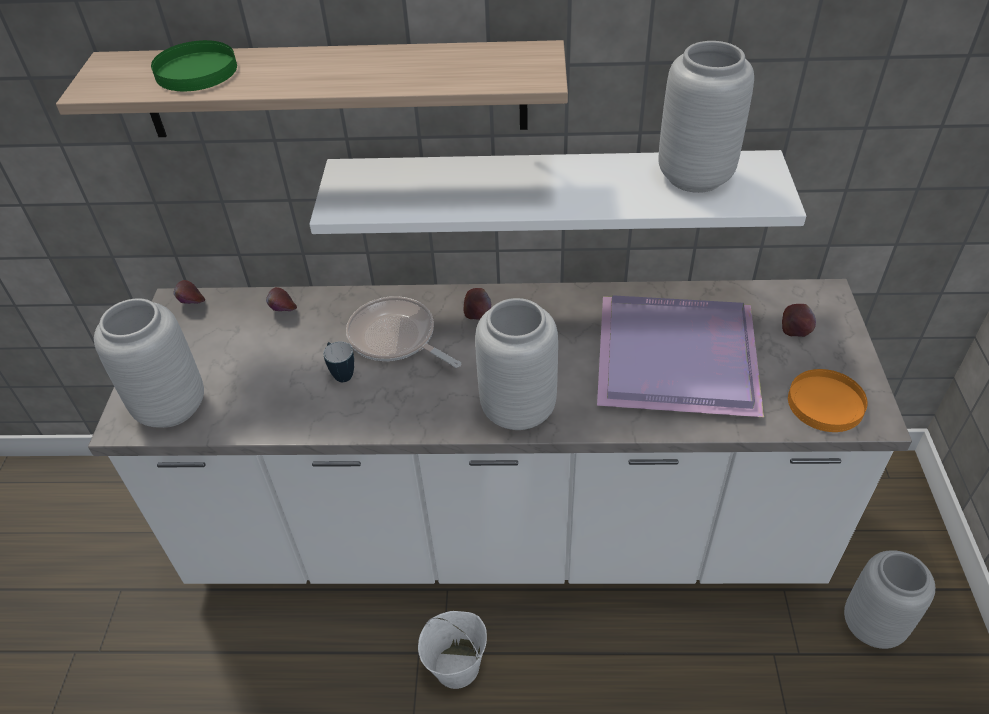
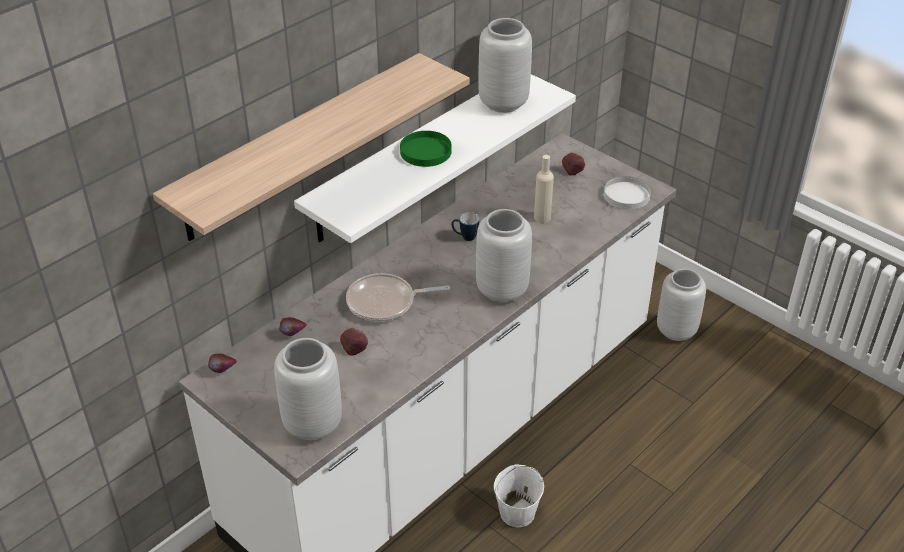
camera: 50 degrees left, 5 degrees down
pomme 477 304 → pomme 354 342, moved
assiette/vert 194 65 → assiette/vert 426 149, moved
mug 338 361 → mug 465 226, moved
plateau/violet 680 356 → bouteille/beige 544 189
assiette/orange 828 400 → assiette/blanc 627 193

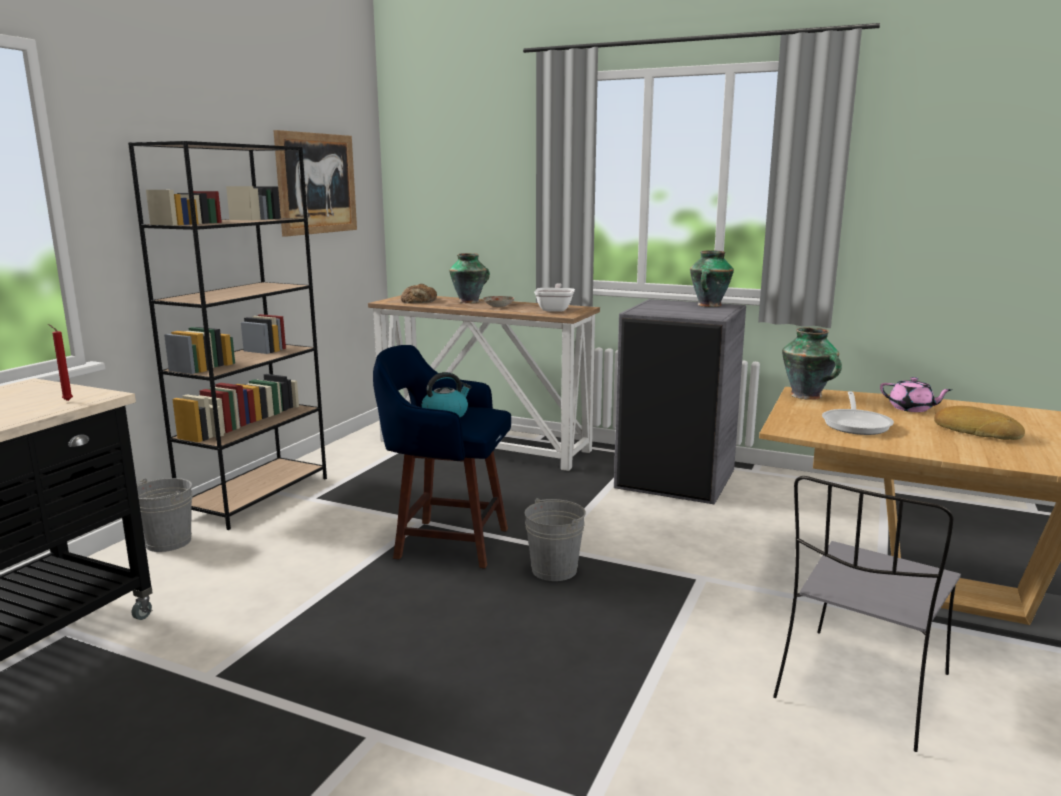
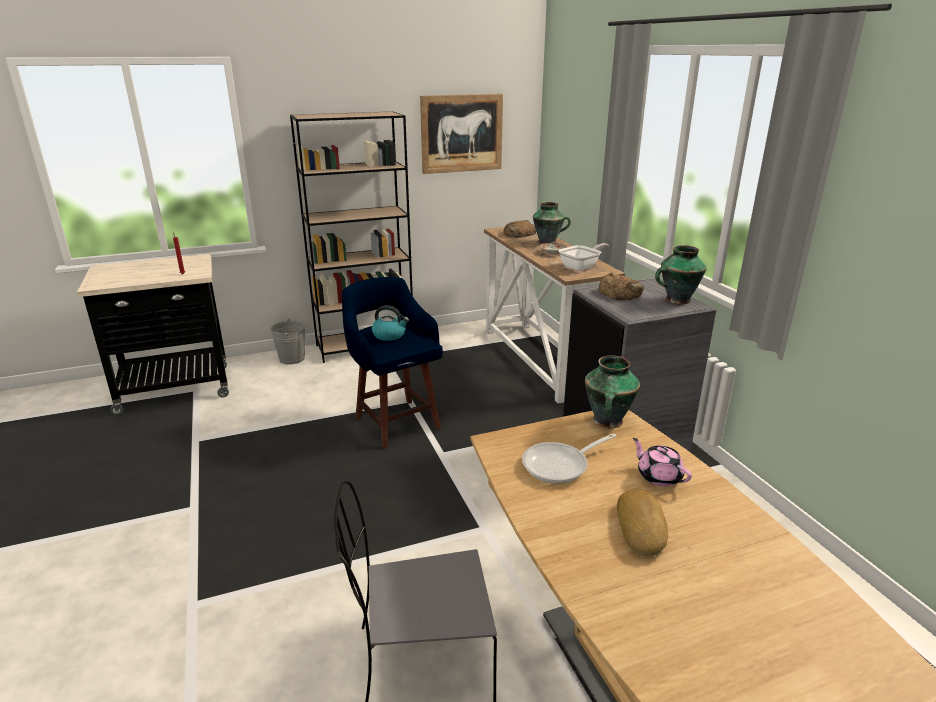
camera: 45 degrees right, 10 degrees up
- → pain 621 287
théière/rose 916 394 → théière/rose 662 462, 150 degrees clockwise
seau/gris 555 539 → -

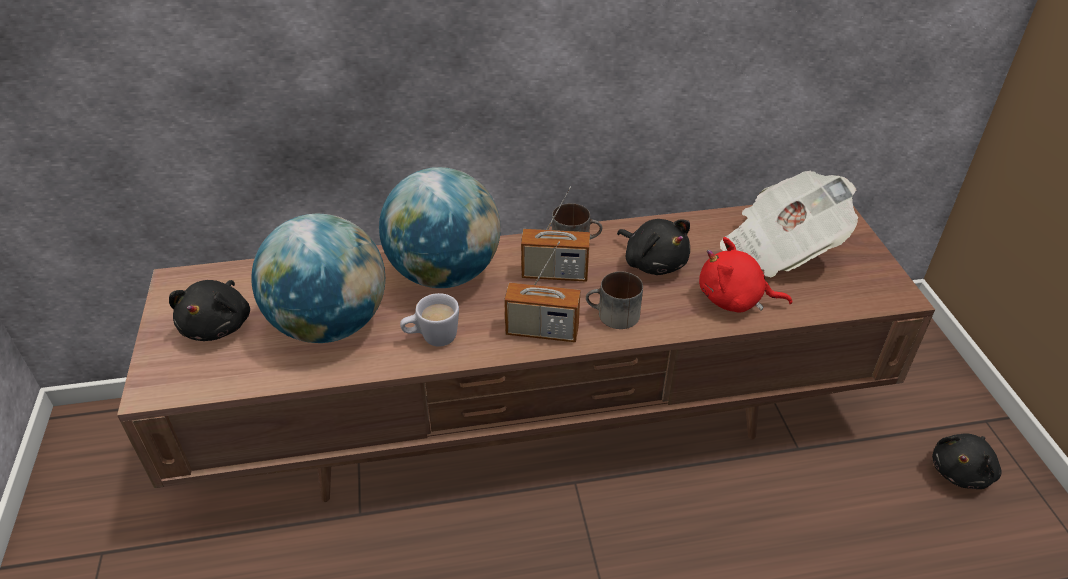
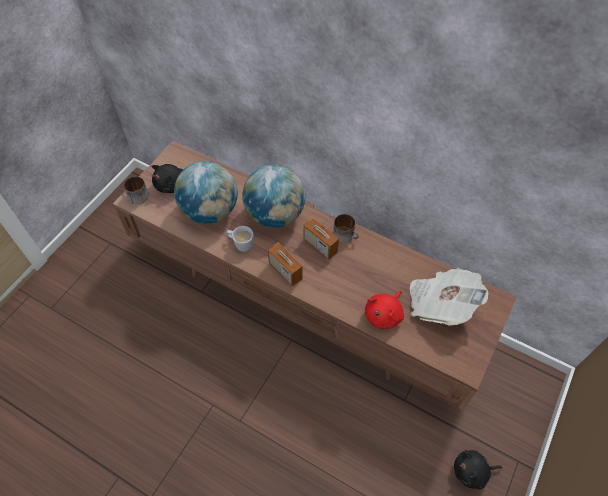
camera: 40 degrees right, 15 degrees up
mug 614 300 → mug 136 190, moved
peluche/rouge 745 275 → peluche/rouge 384 310, 105 degrees counterclockwise
peluche/noir 653 247 → -

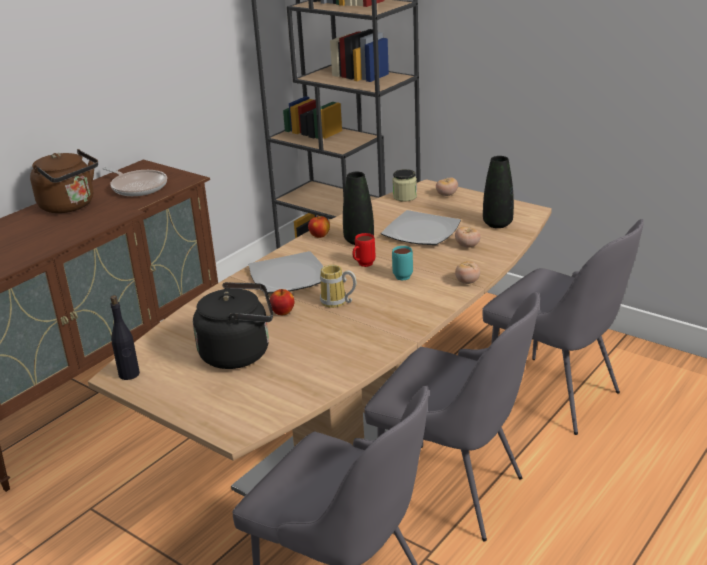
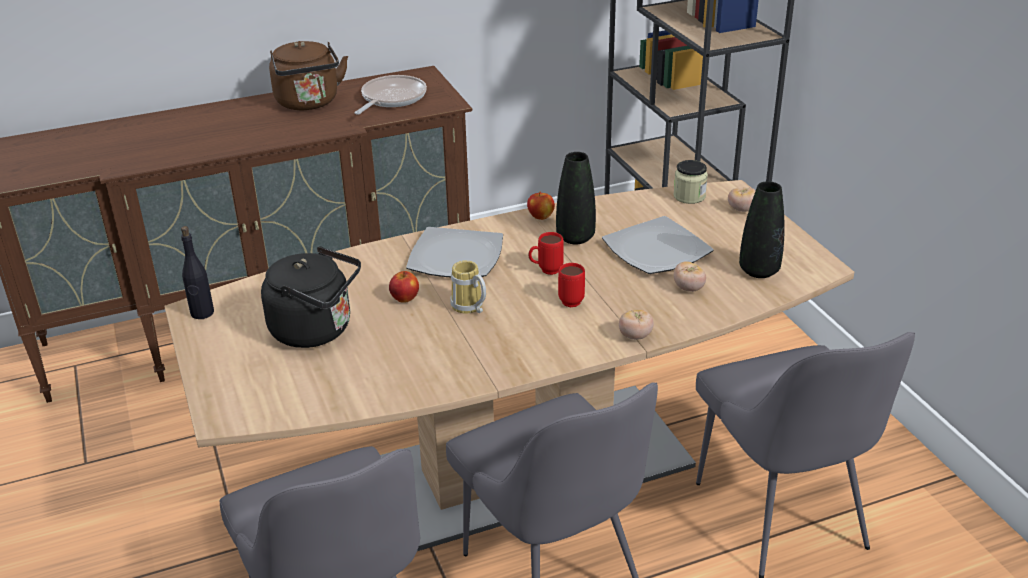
camera: 30 degrees right, 5 degrees up
poêle 134 181 → poêle 390 94, 135 degrees counterclockwise
mug/turquoise 402 263 → mug/rouge 571 285

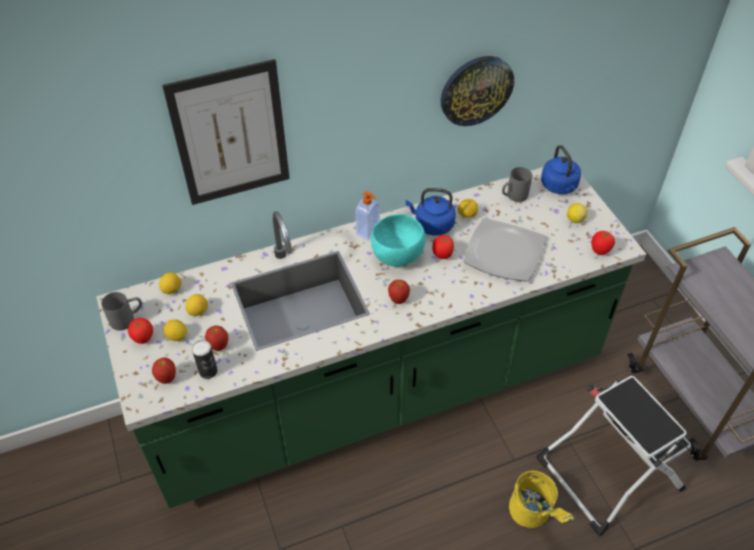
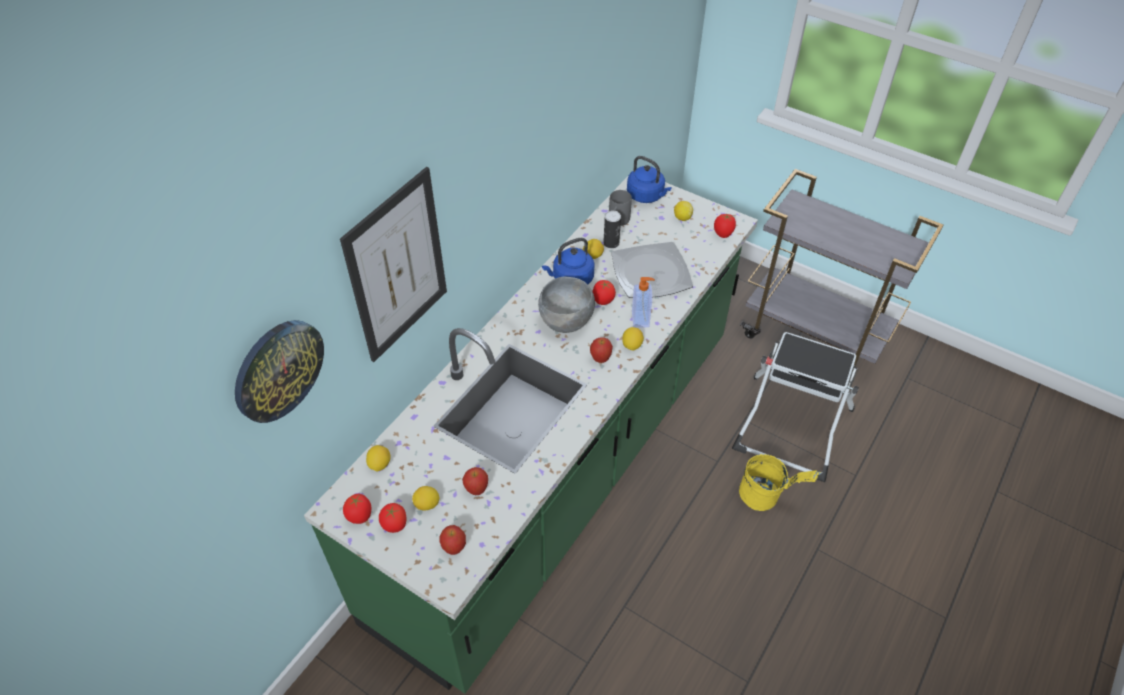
camera: 35 degrees left, 0 degrees up
horloge murale 477 91 → horloge murale 279 371, moved
mug/gris 122 311 → tomate 357 509
bol/turquoise 398 240 → bol/gris 566 304
boîte métallique 204 359 → boîte métallique 612 229, moved
citron 196 305 → citron 633 339, moved
distributeur de savon 367 216 → distributeur de savon 643 302, moved

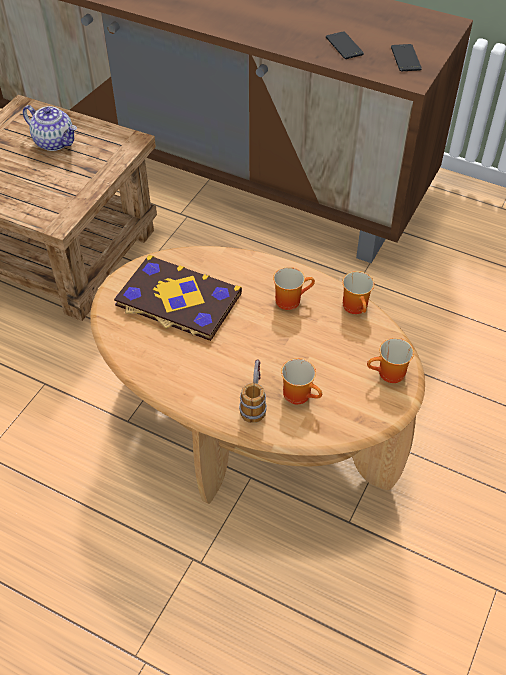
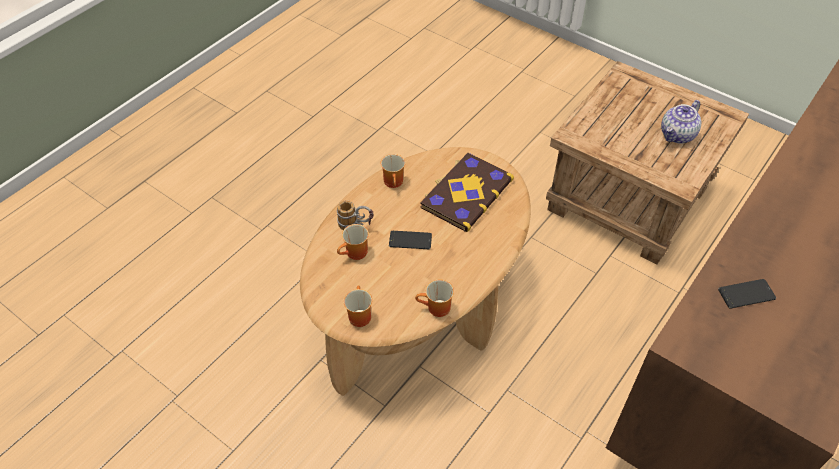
camera: 100 degrees right, 0 degrees up
mug 294 288 → mug 393 171, moved
téléphone 406 57 → téléphone 410 240, moved

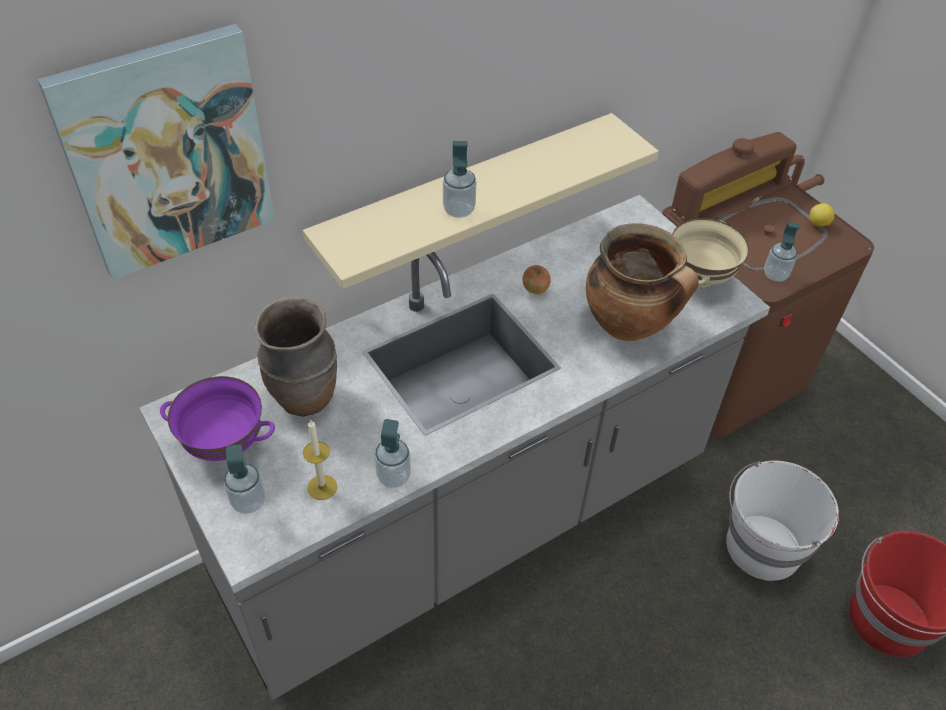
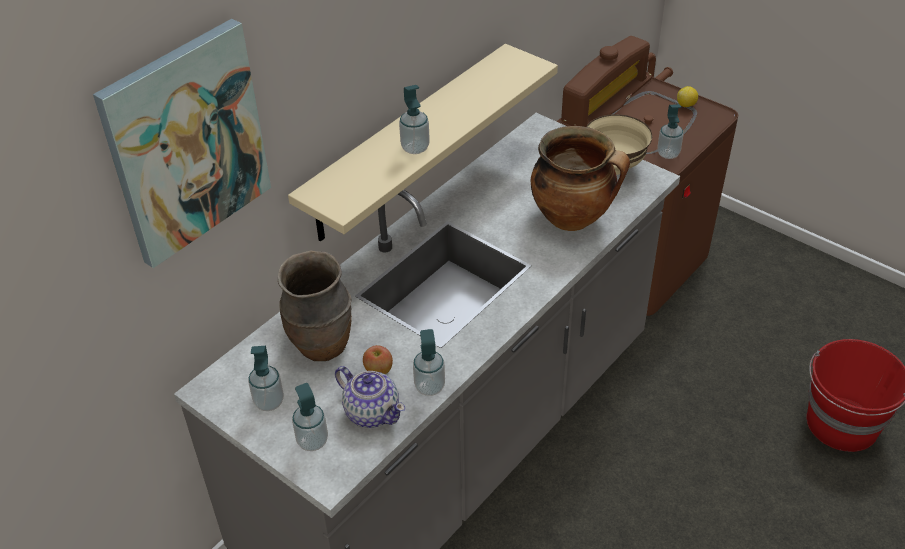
camera: 15 degrees left, 5 degrees down
bol/violet 217 418 → distributeur de savon 266 378
bougie 320 460 → théière 370 397
pomme 536 279 → pomme 378 359, moved
seau/blanc 782 521 → -

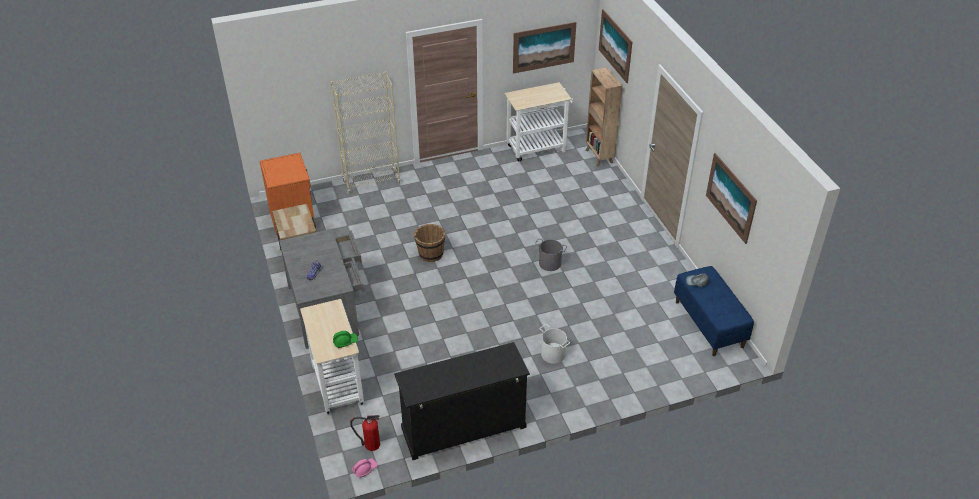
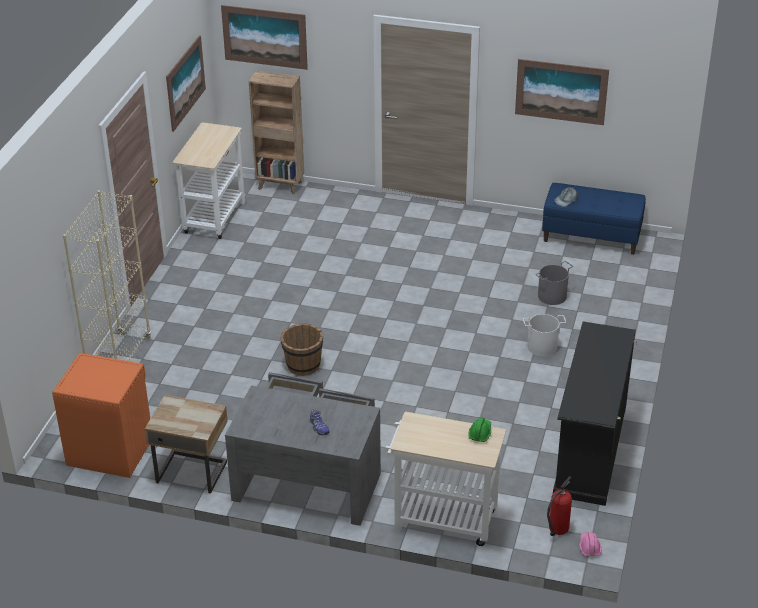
camera: 55 degrees left, 5 degrees down
seau/gris 551 255 → seau/gris 554 283, moved

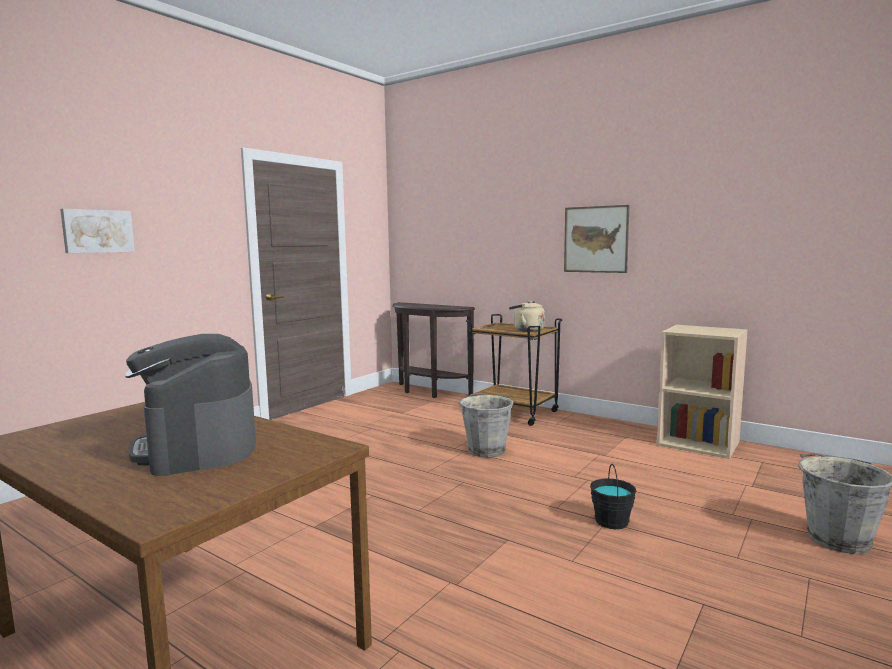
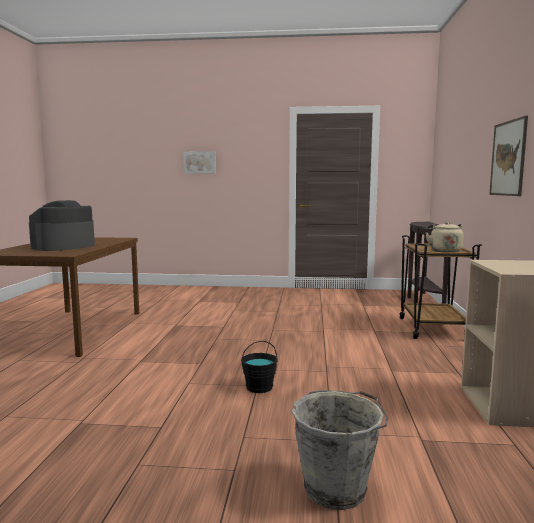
camera: 60 degrees right, 0 degrees up
seau/gris 485 425 → -

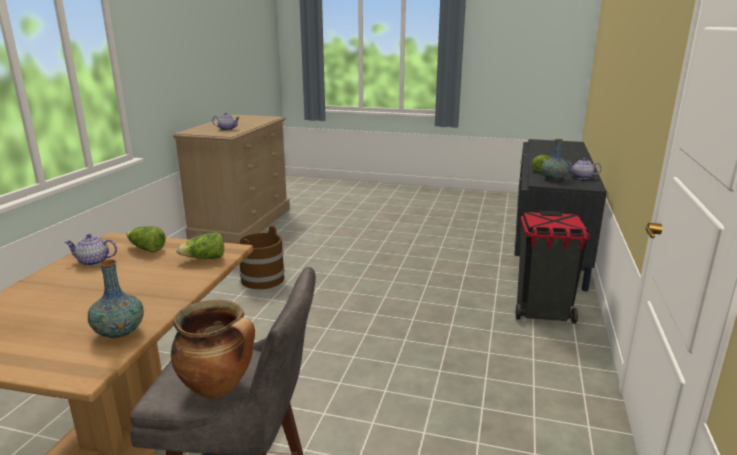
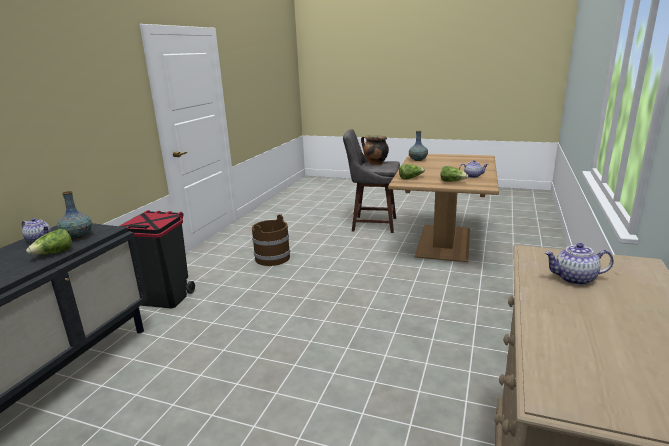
camera: 175 degrees left, 0 degrees up
seau/marron 261 257 → seau/marron 271 240, moved

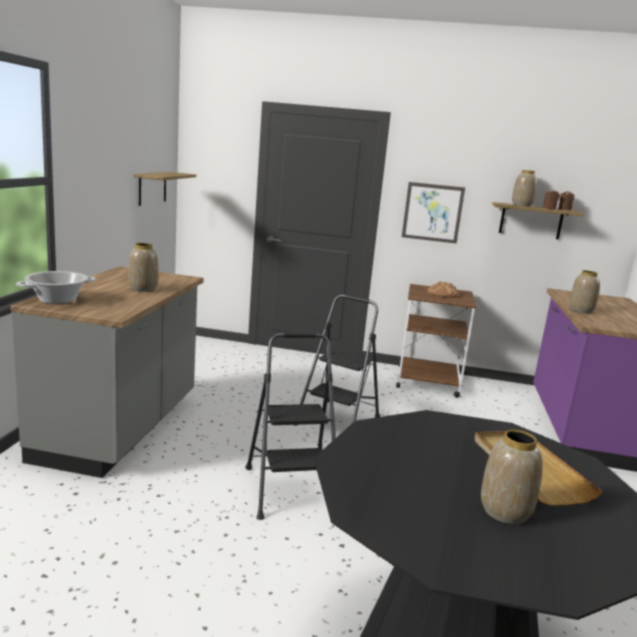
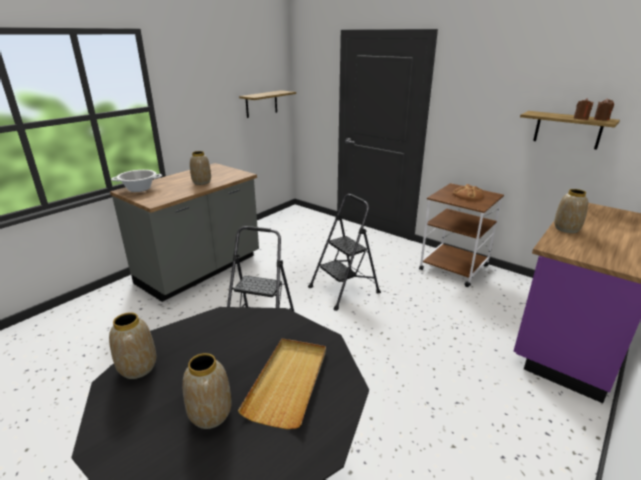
camera: 30 degrees right, 10 degrees up
vase 524 188 → vase 132 345, moved
tableau 433 213 → -

